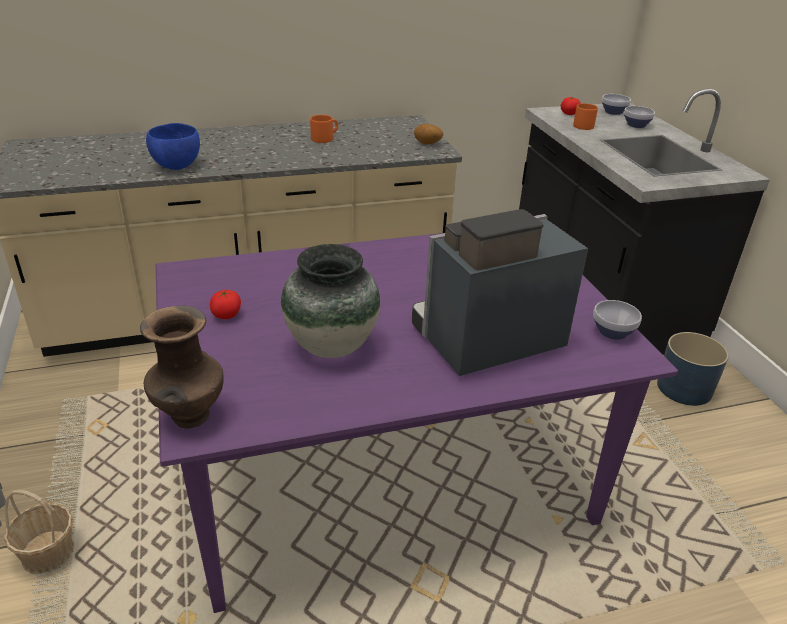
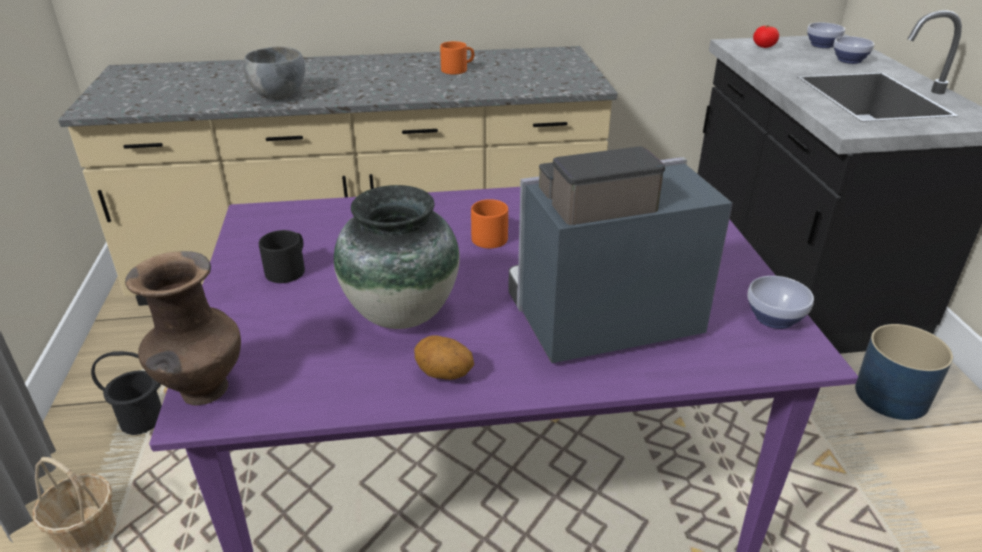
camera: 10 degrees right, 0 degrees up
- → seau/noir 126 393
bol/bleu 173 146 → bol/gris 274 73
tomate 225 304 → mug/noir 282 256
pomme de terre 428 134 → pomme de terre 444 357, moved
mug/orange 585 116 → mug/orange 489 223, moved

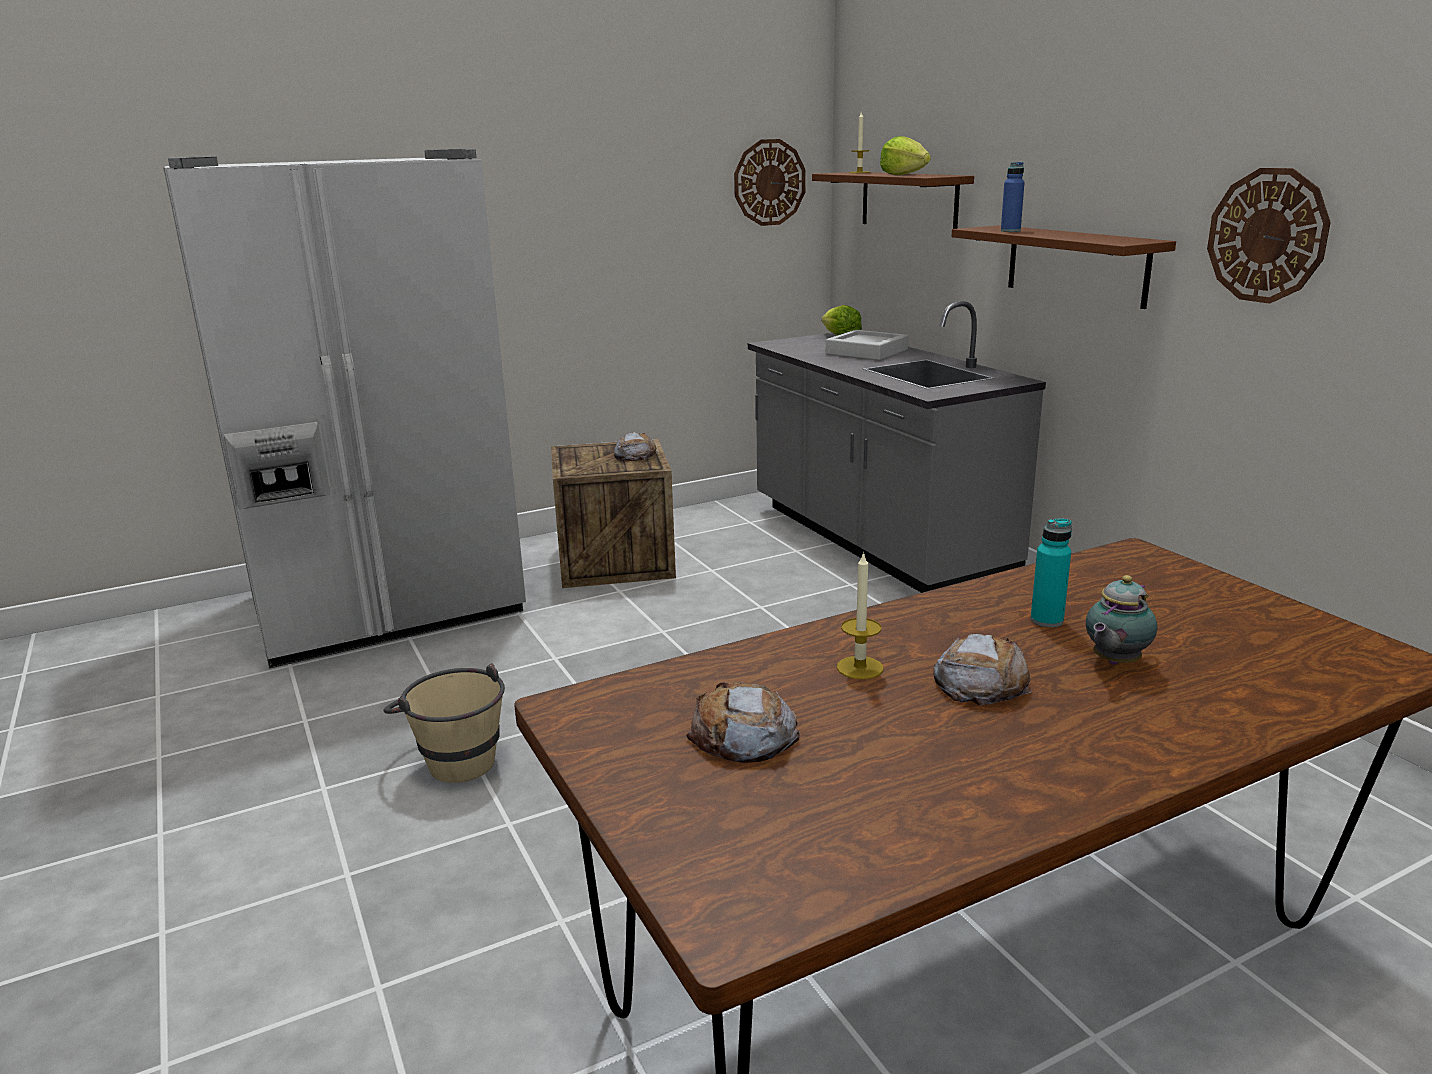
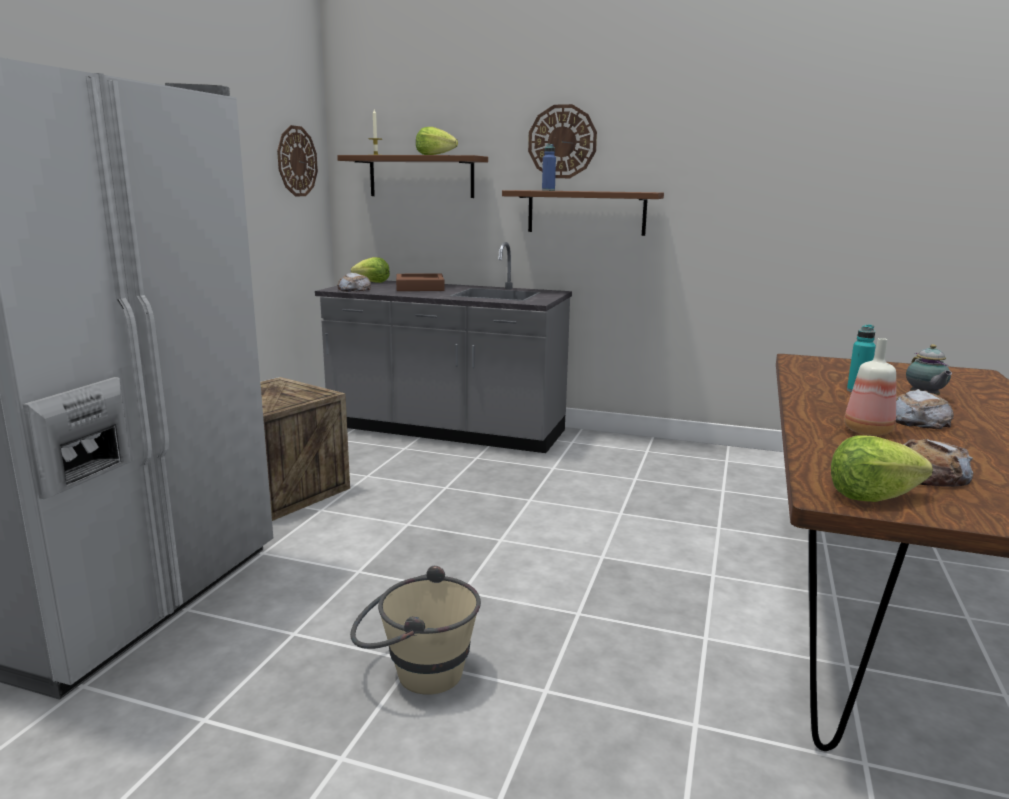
camera: 45 degrees left, 5 degrees down
pain 636 446 → pain 354 282, moved
plateau/gris 867 345 → plateau/marron 420 282
horloge murale 1269 235 → horloge murale 562 141, moved
- → laitue 882 469
bougie 860 615 → bouteille 870 387

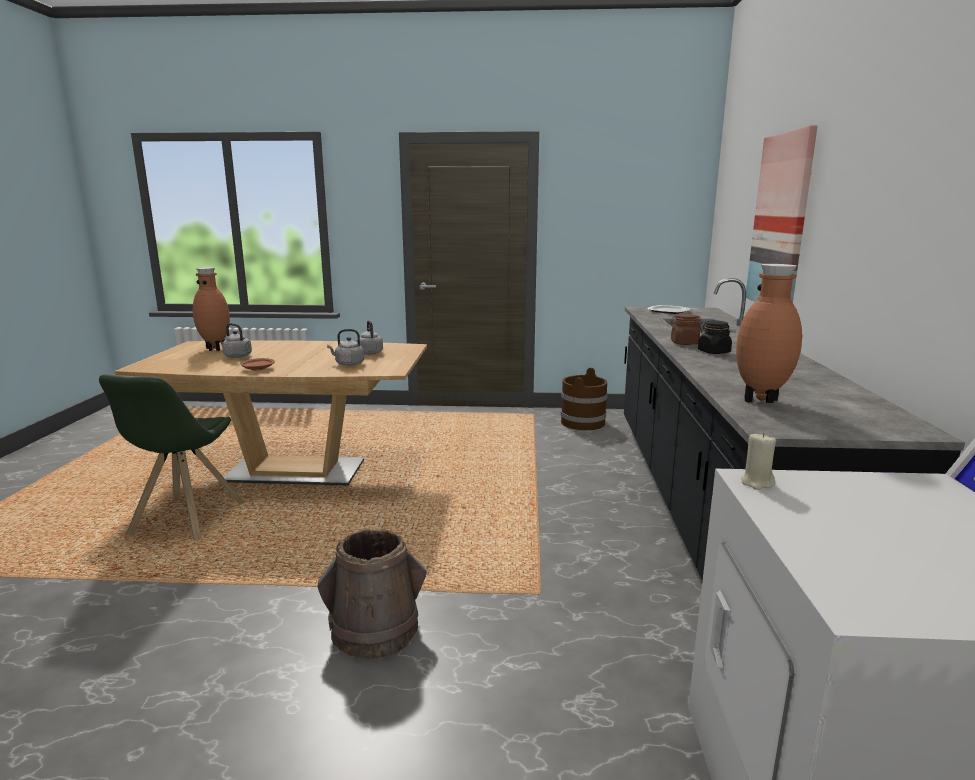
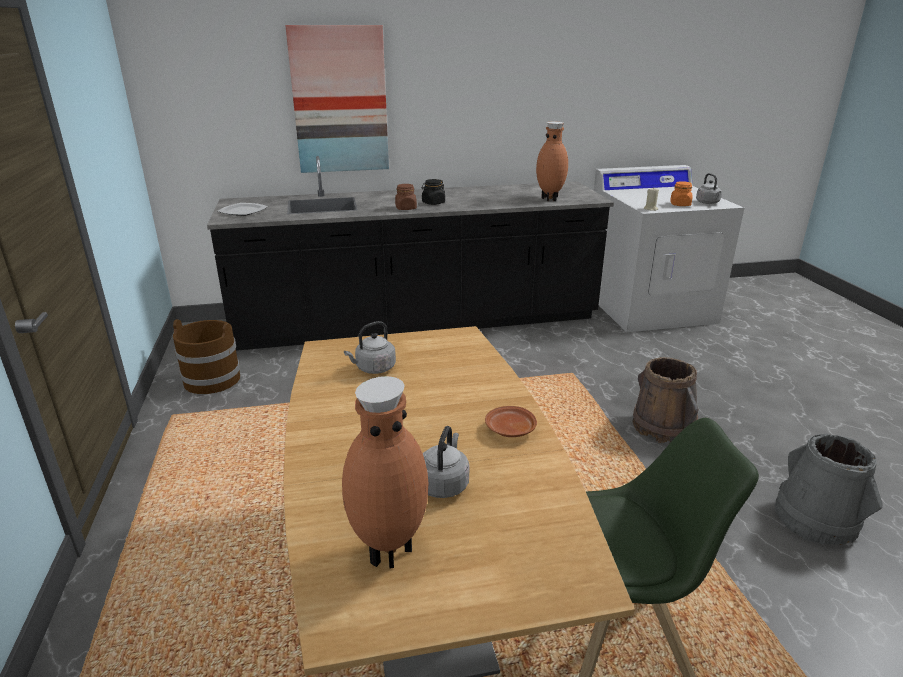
camera: 105 degrees left, 10 degrees up
- → bocal/orange 681 193
bouilloire/gris 345 347 → bouilloire/gris 709 188, moved
- → seau/gris 829 489

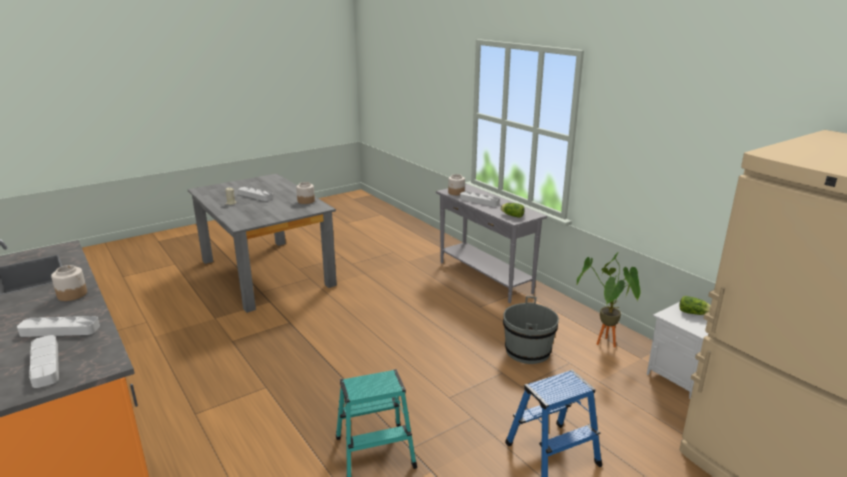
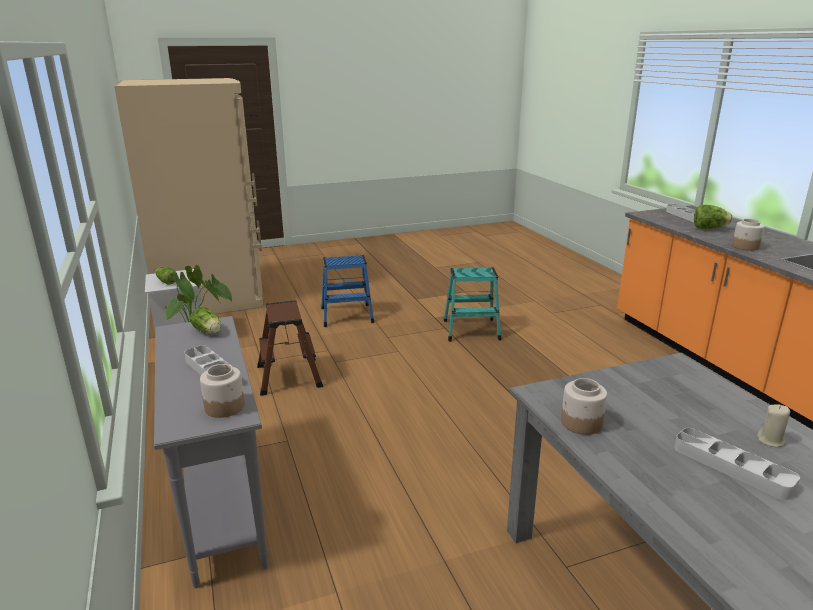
camera: 165 degrees left, 0 degrees up
seau/gris 531 330 → escabeau/marron 290 348
plateau/gris 58 326 → laitue 713 217

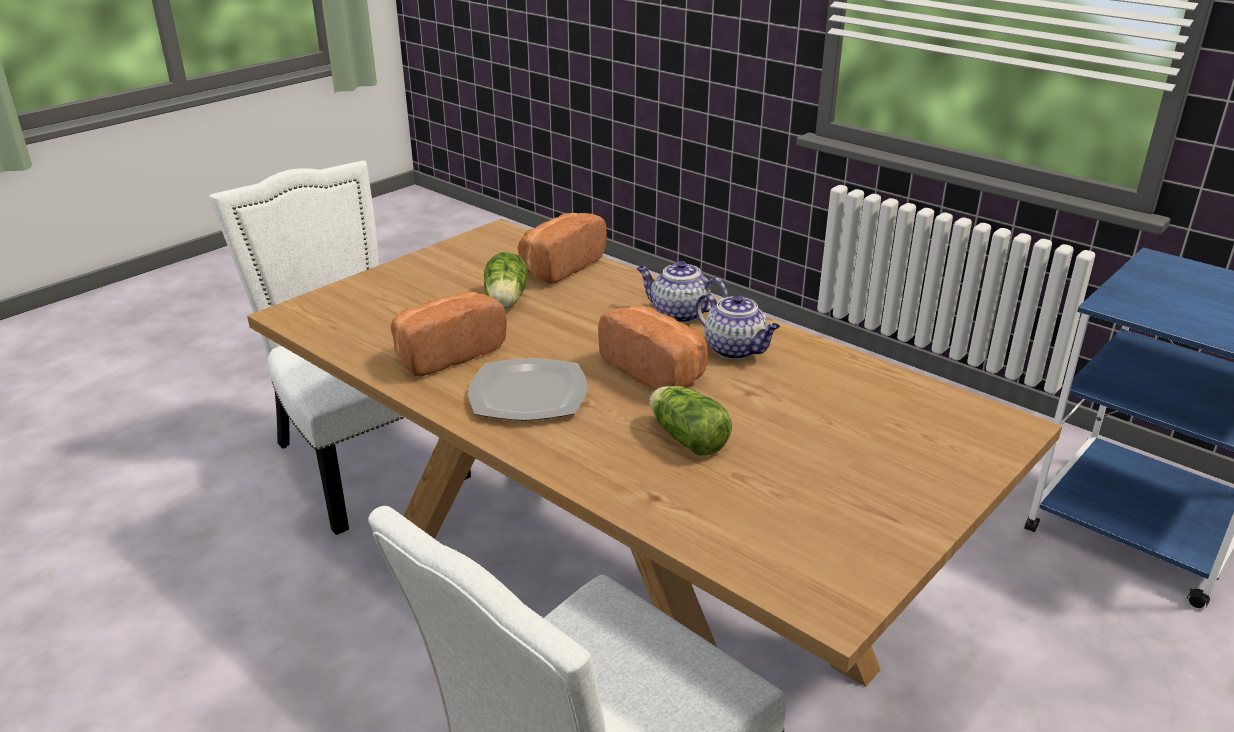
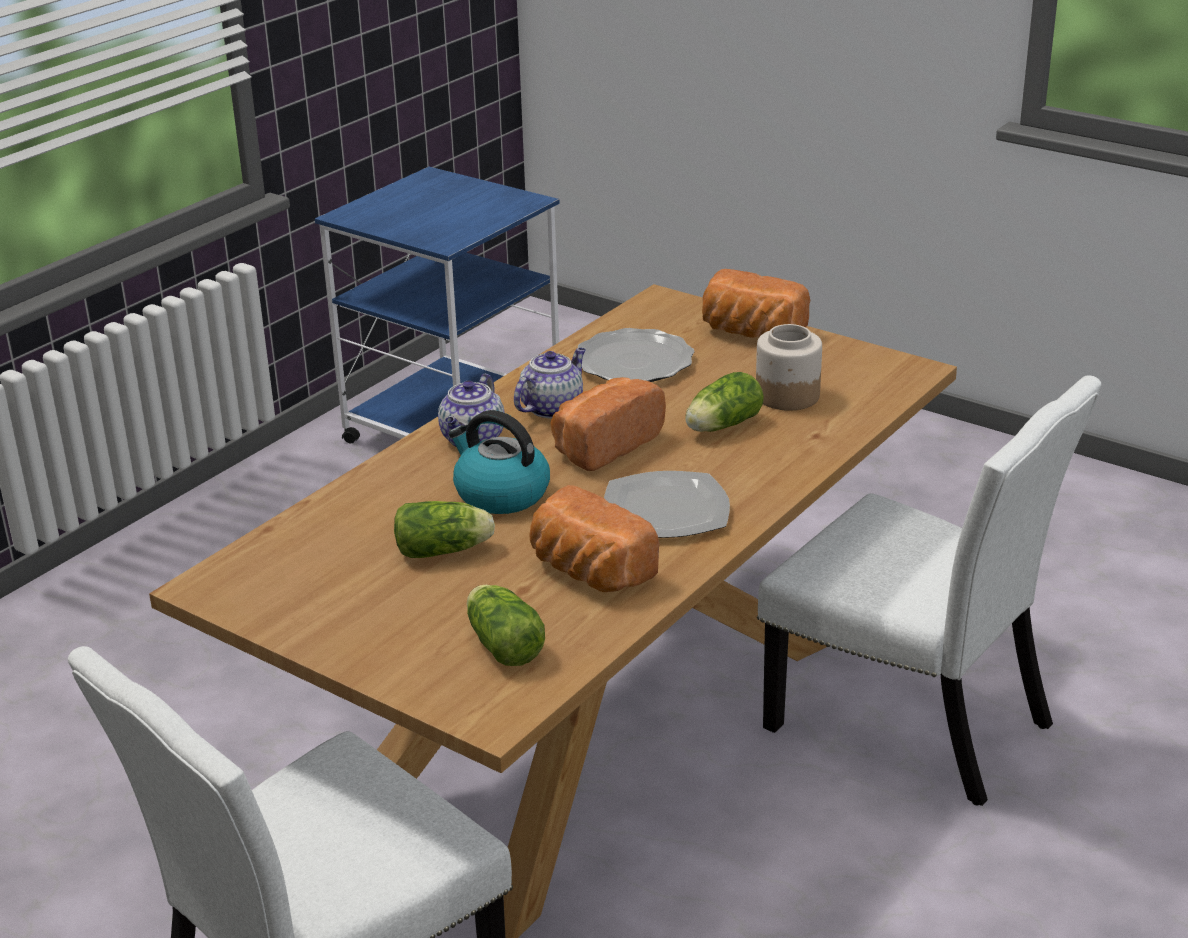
camera: 95 degrees left, 0 degrees up
- → bouilloire 499 462
- → laitue 506 625
- → assiette 636 355
pain 562 248 → pain 756 303, moved
- → bocal 789 367

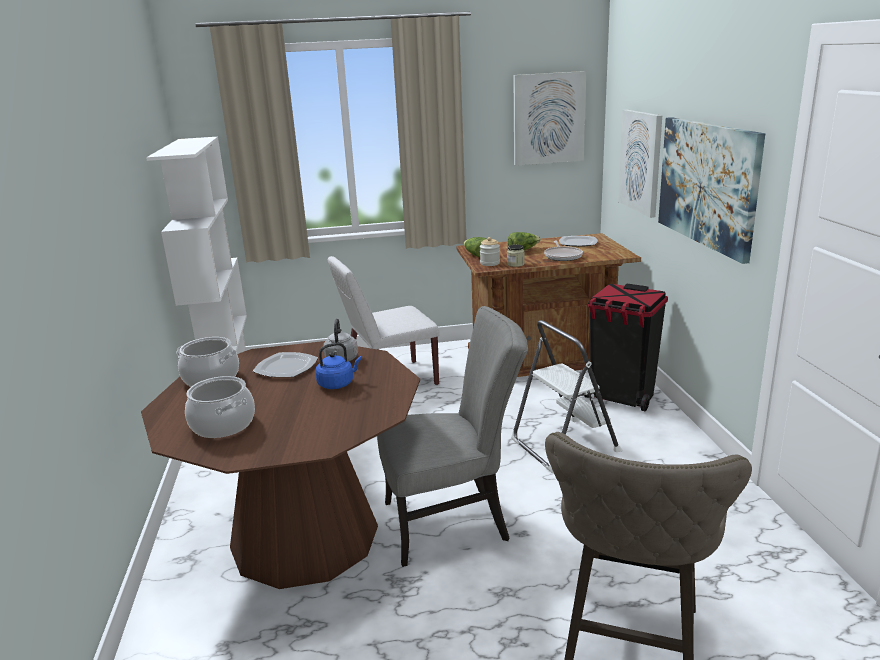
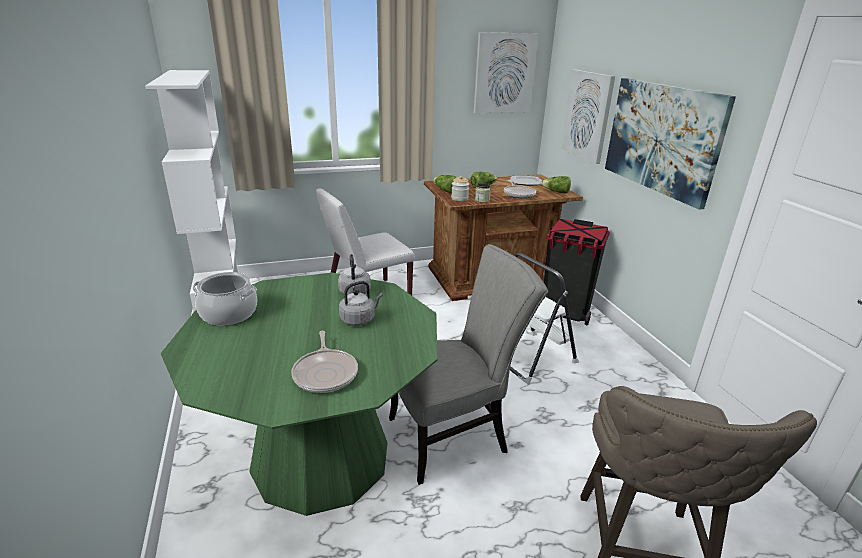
camera: 10 degrees left, 5 degrees up
table à manger/marron 280 465 → table à manger/vert 299 394
- → poêle 324 362
bouilloire/bleu 338 365 → bouilloire/gris 361 303
- → laitue 556 185
marmite 220 407 → -
assiette 285 364 → -

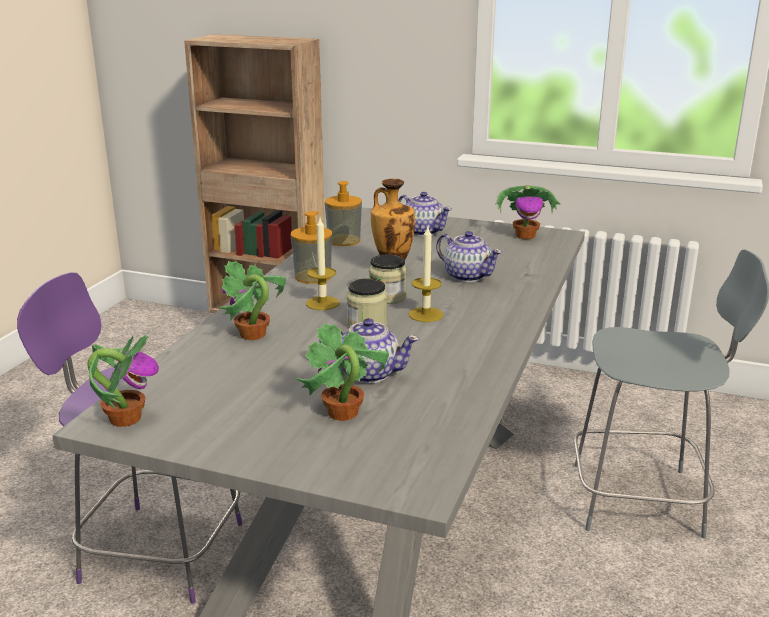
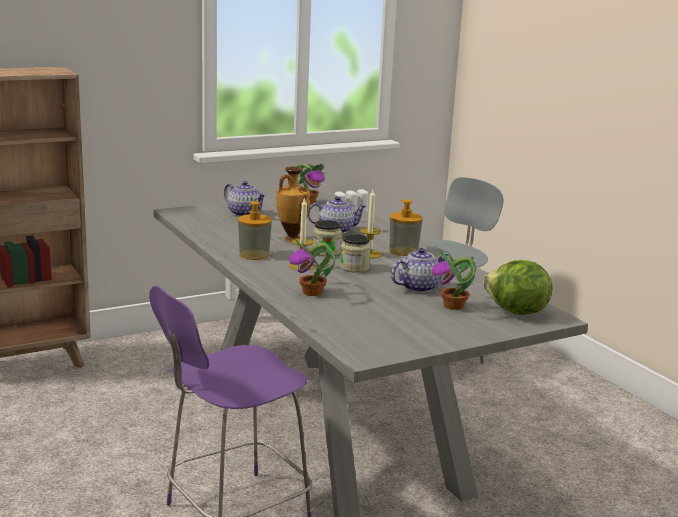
camera: 50 degrees left, 5 degrees down
théière 425 214 → théière 245 199, 45 degrees clockwise
distributeur de savon 343 213 → distributeur de savon 406 227, moved
- → laitue 517 287
plante en pot 123 380 → -

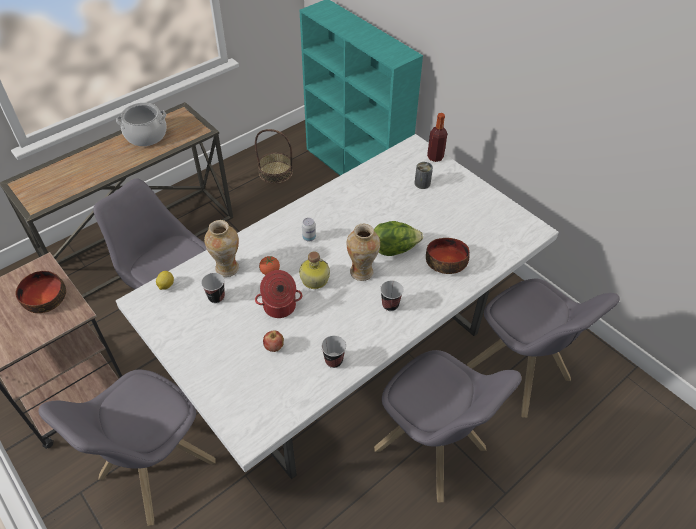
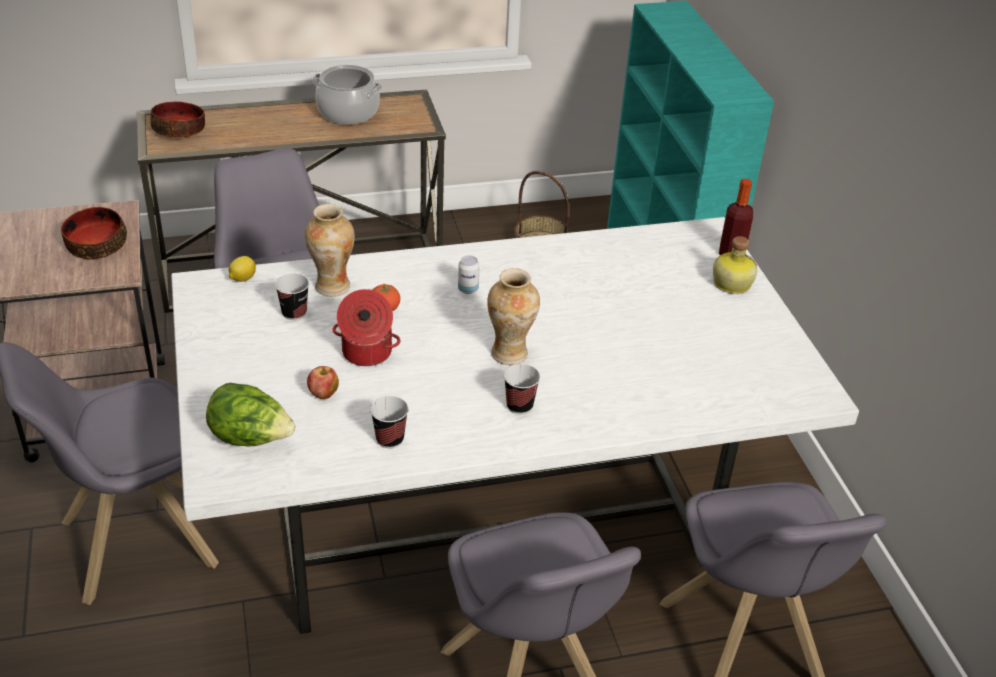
camera: 25 degrees right, 10 degrees down
bol 448 256 → bol 177 120, moved
laitue 398 238 → laitue 250 414, moved
bouteille 314 270 → bouteille 735 265, moved
boîte métallique 424 175 → -

